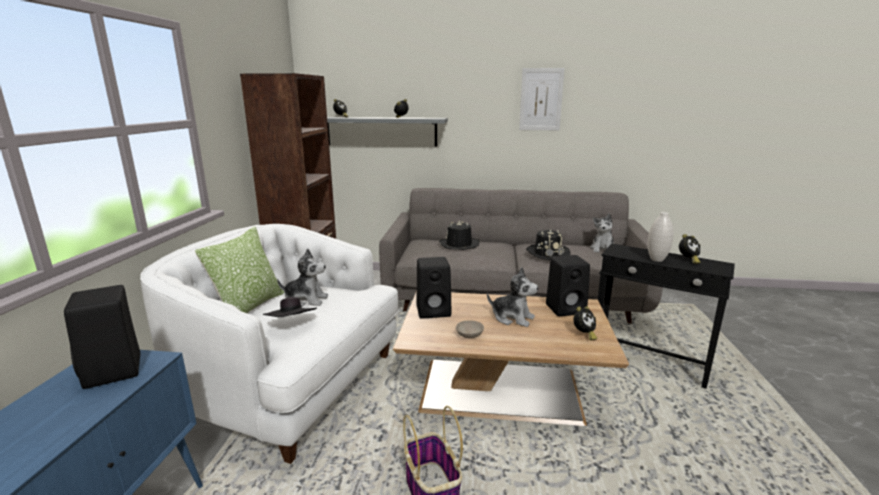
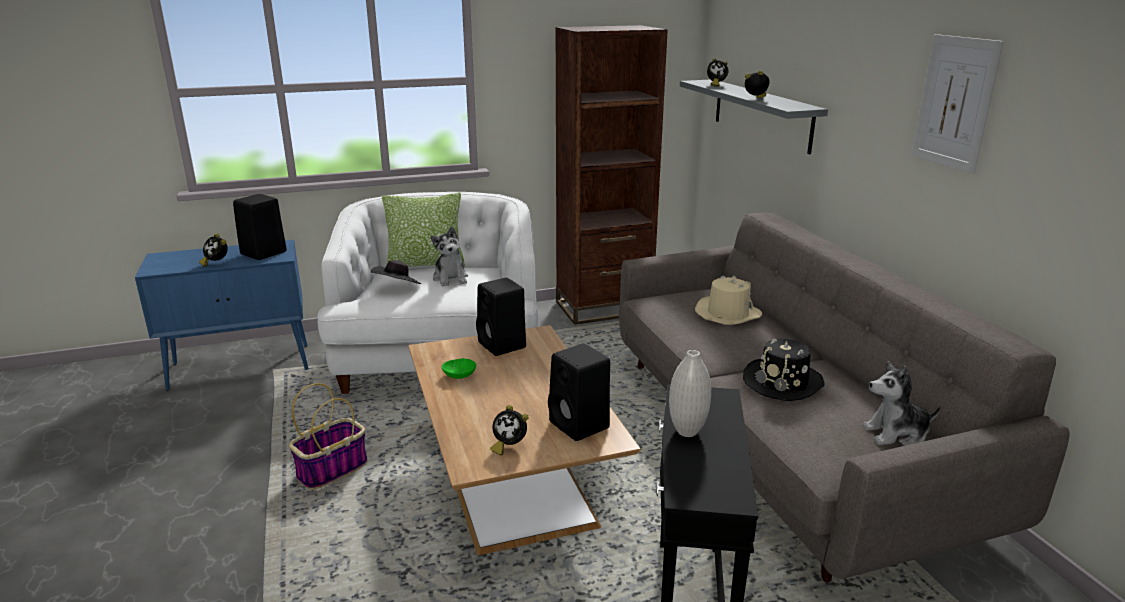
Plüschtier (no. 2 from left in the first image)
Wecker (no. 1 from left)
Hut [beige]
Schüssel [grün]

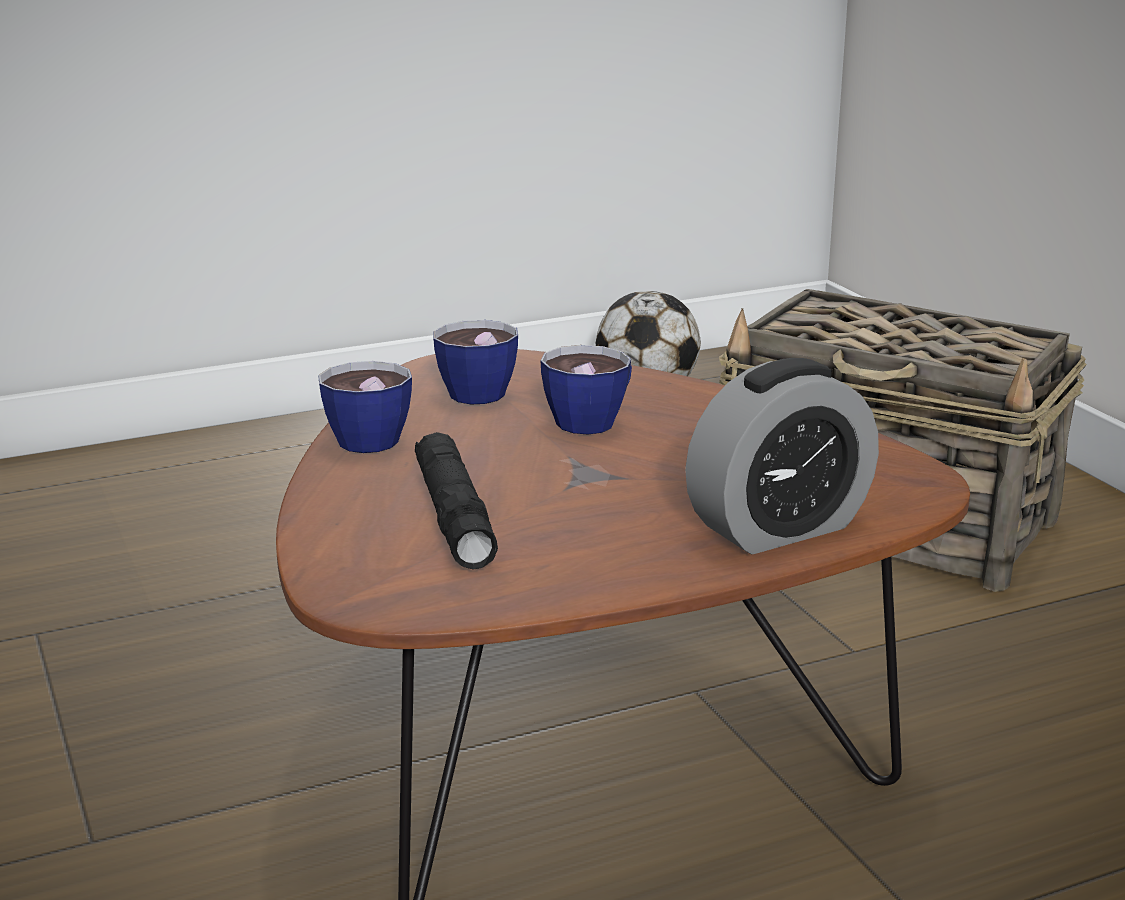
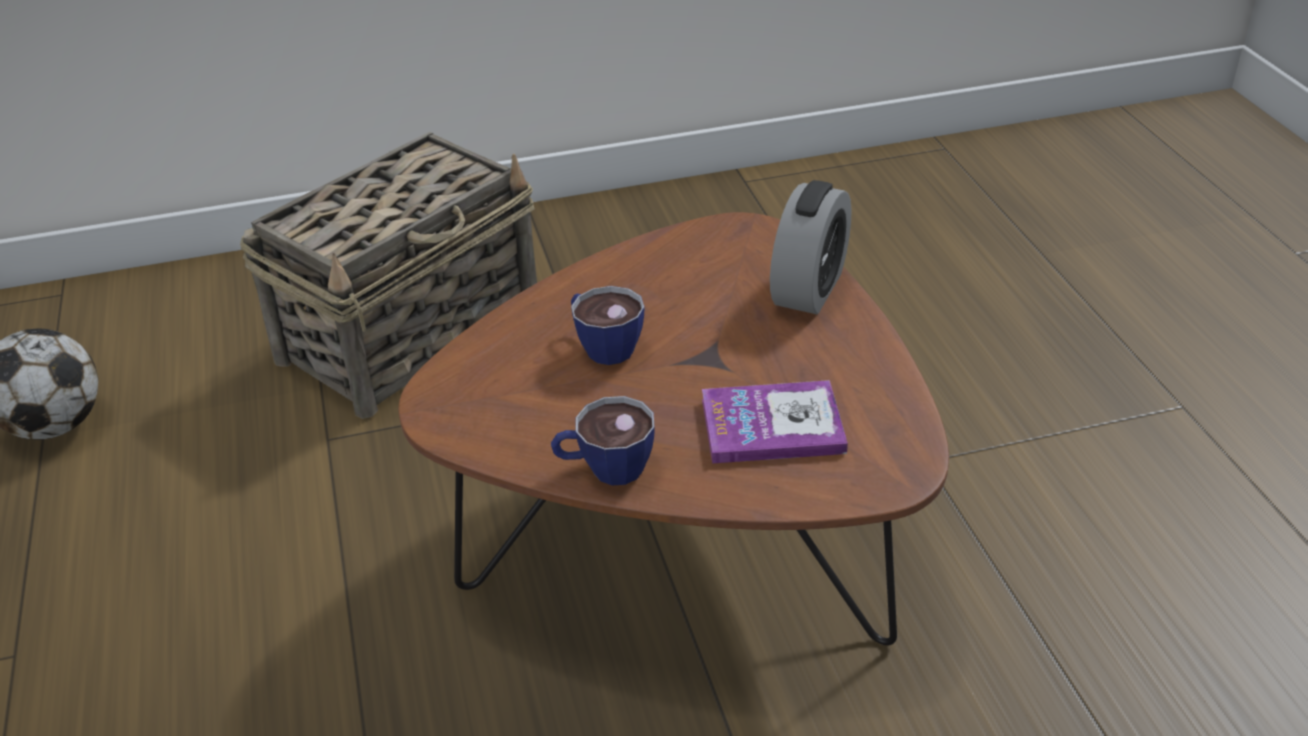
Tasse (no. 2 from left in the first image)
Buch
Wecker

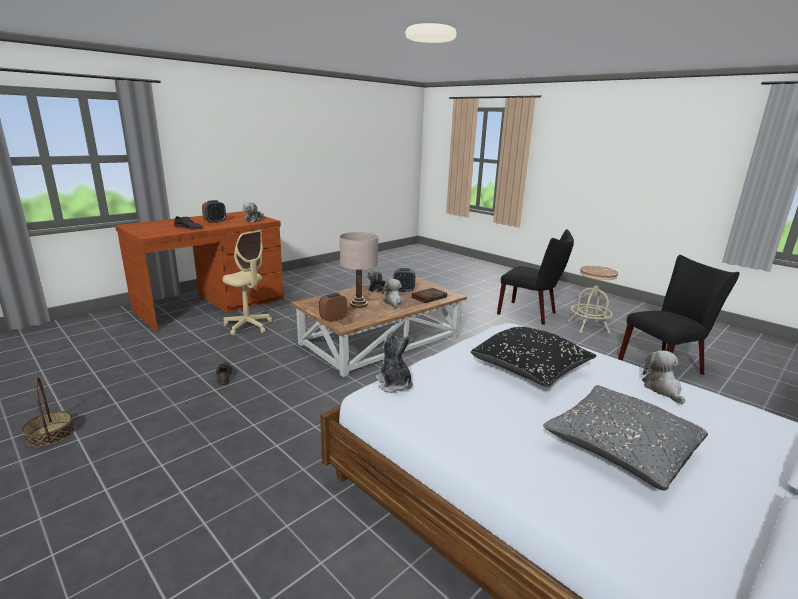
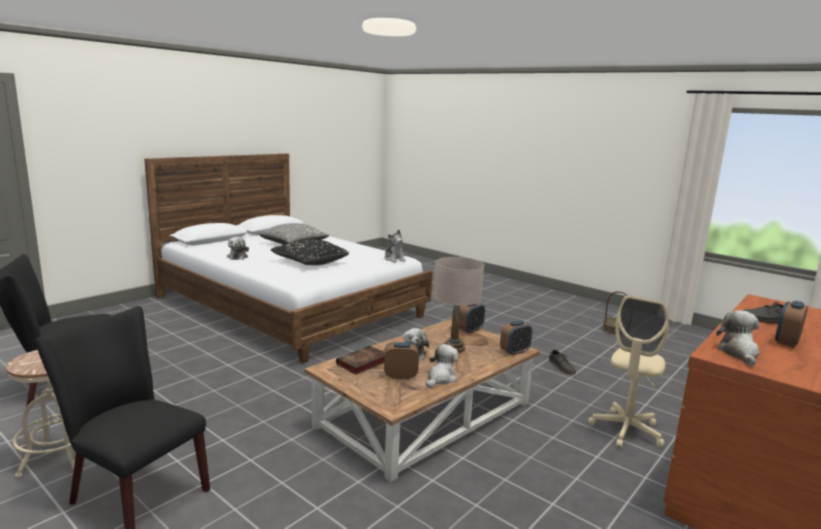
Wecker (no. 3 from left)
Bürostuhl [beige]

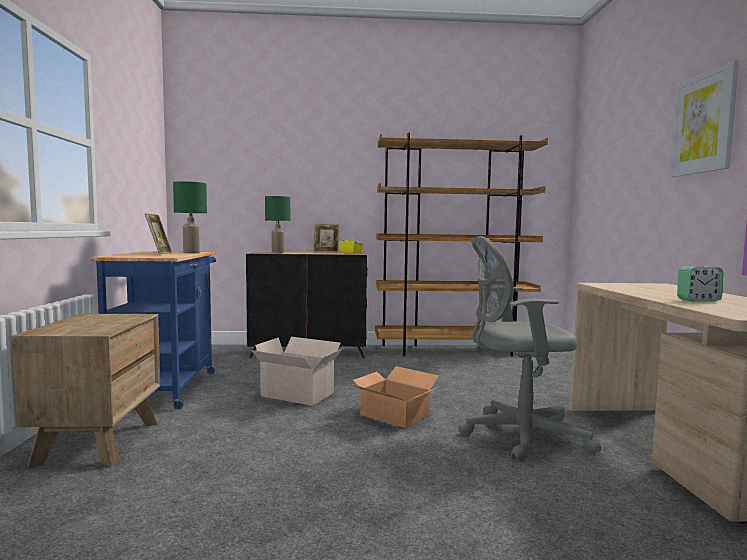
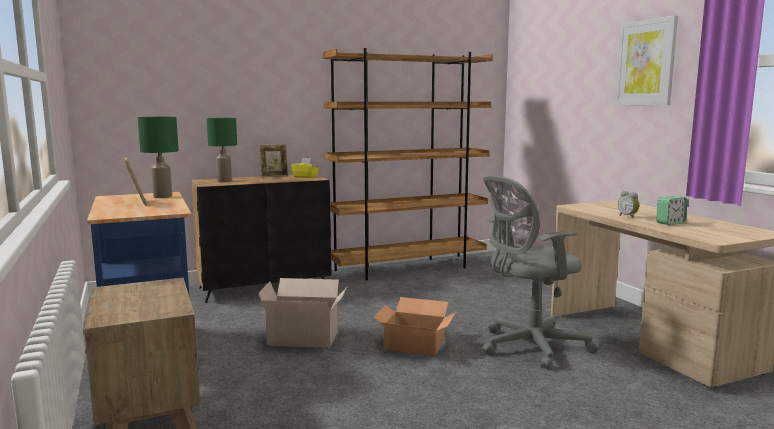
Wecker (no. 1 from left)

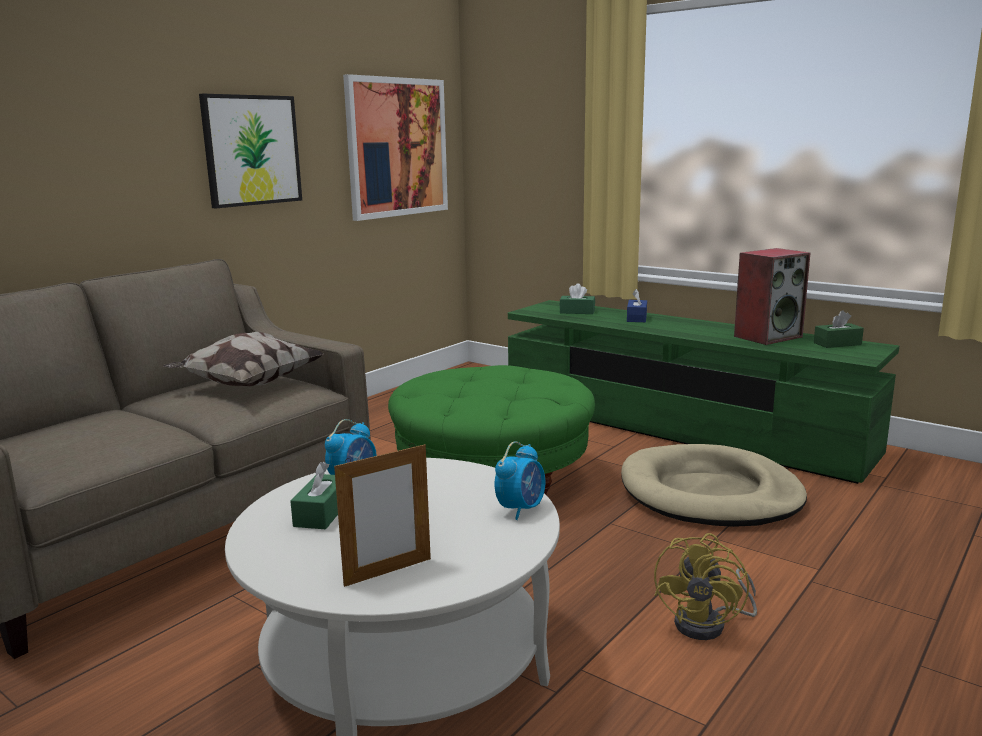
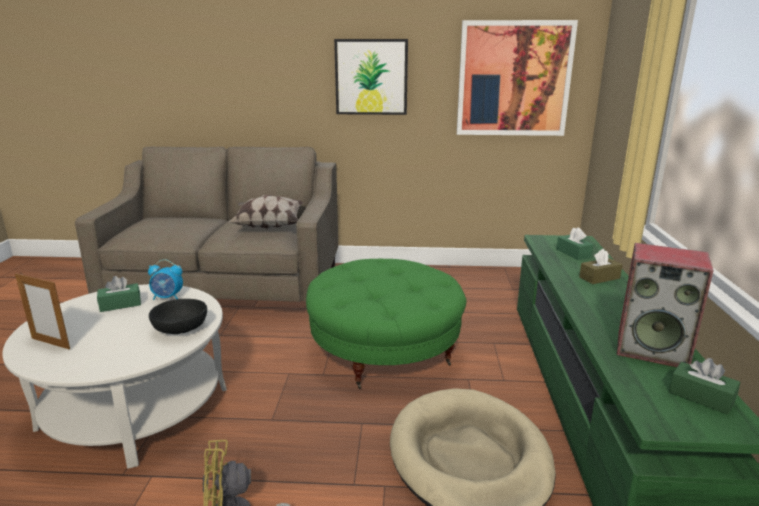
Wecker (no. 2 from left in the first image)
Schüssel [schwarz]
Taschentuchbox [braun]

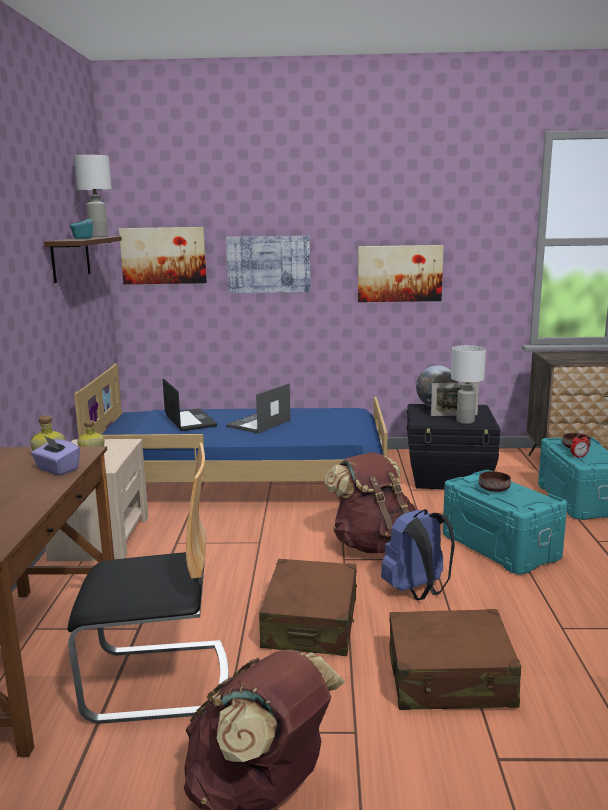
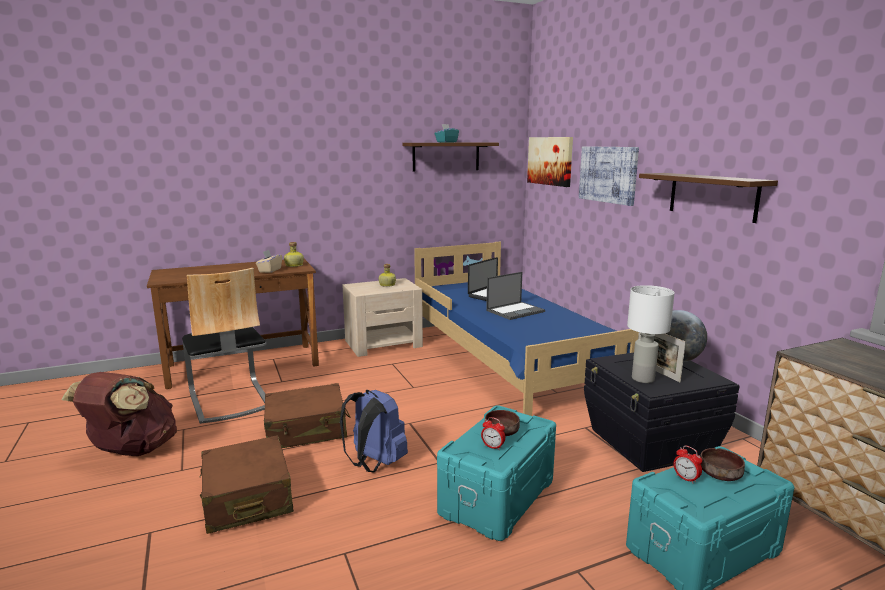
Tischlampe [weiß] (no. 1 from left in the first image)
Rucksack [braun] (no. 2 from left in the first image)
Wecker (no. 1 from left)
Wandregal [braun] (no. 2 from left)
Taschentuchbox [beige]
Laptop (no. 2 from left)

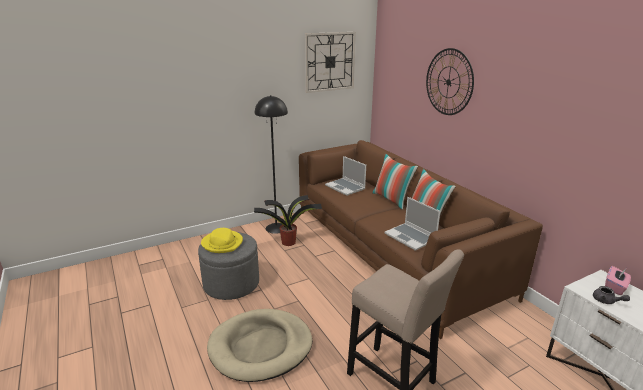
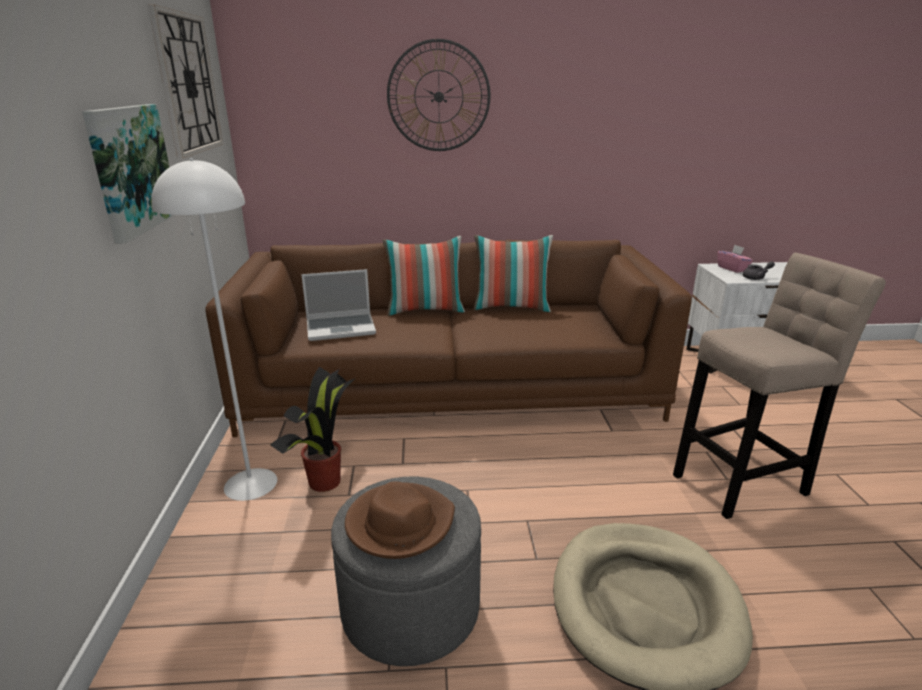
Laptop (no. 2 from left in the first image)
Bild
Hut [braun]
Stehlampe [weiß]

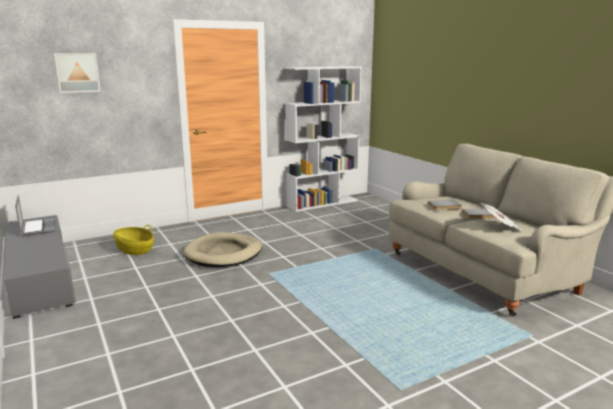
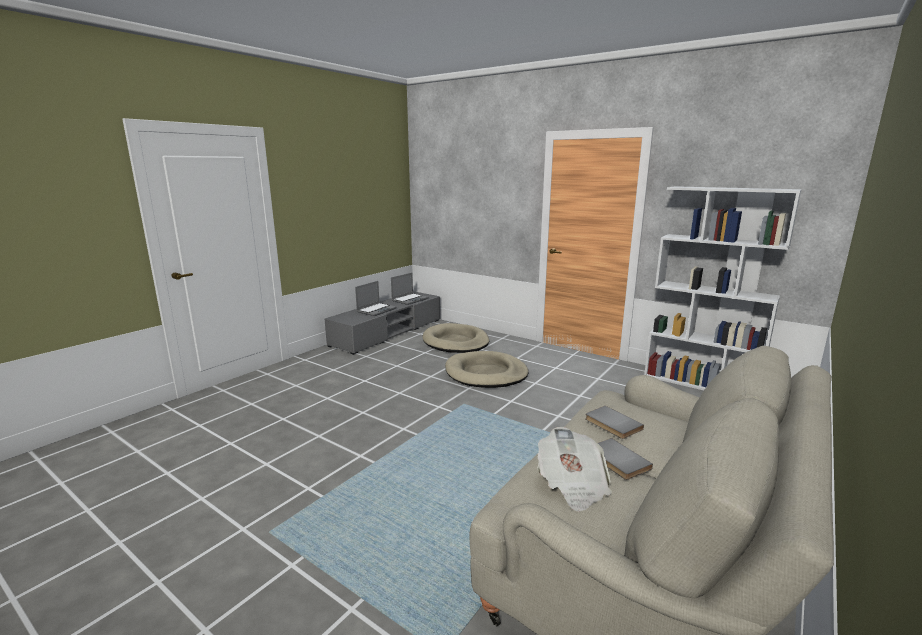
Bild
Laptop (no. 1 from left)
Hundebett [beige] (no. 1 from left)

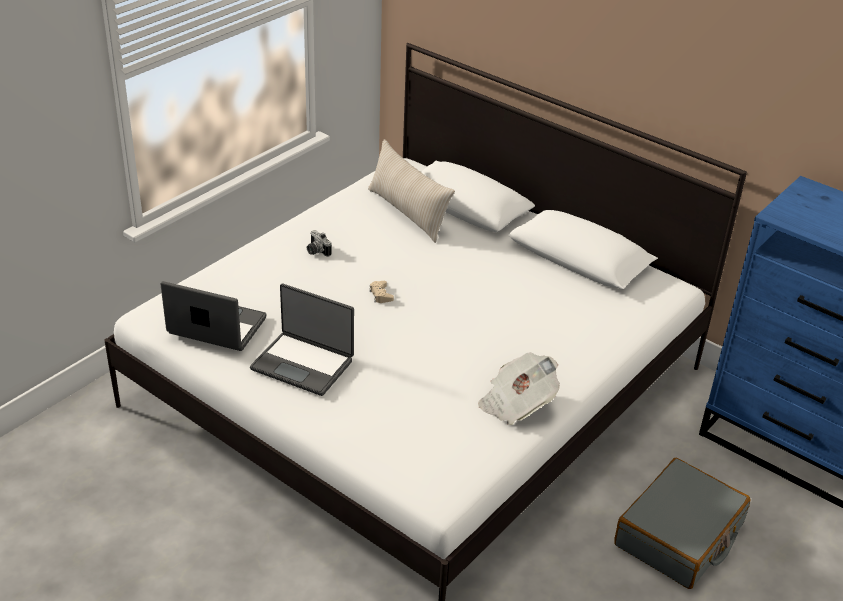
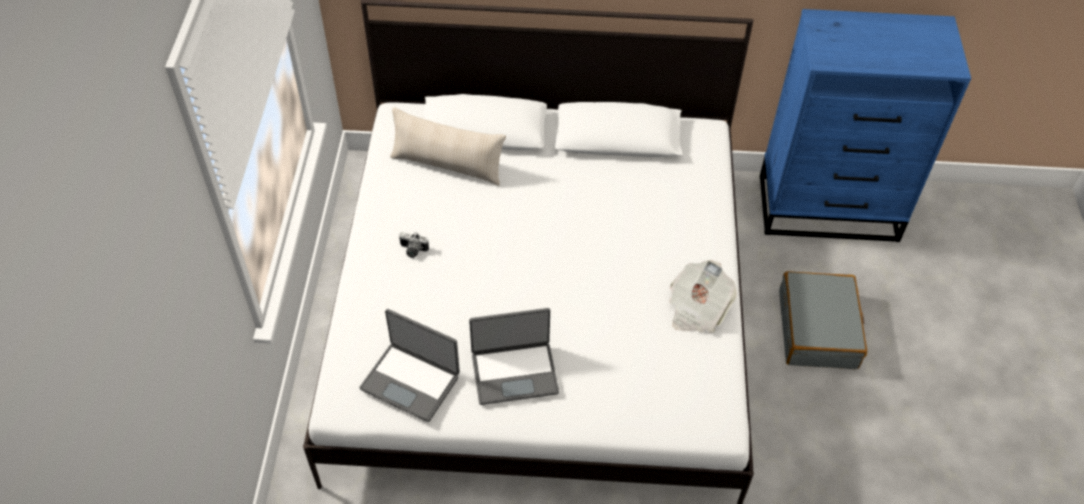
Gamepad [beige]
Laptop (no. 1 from left)

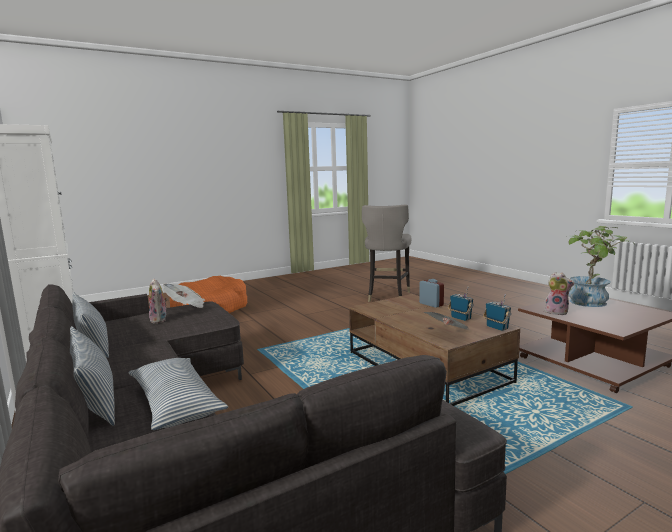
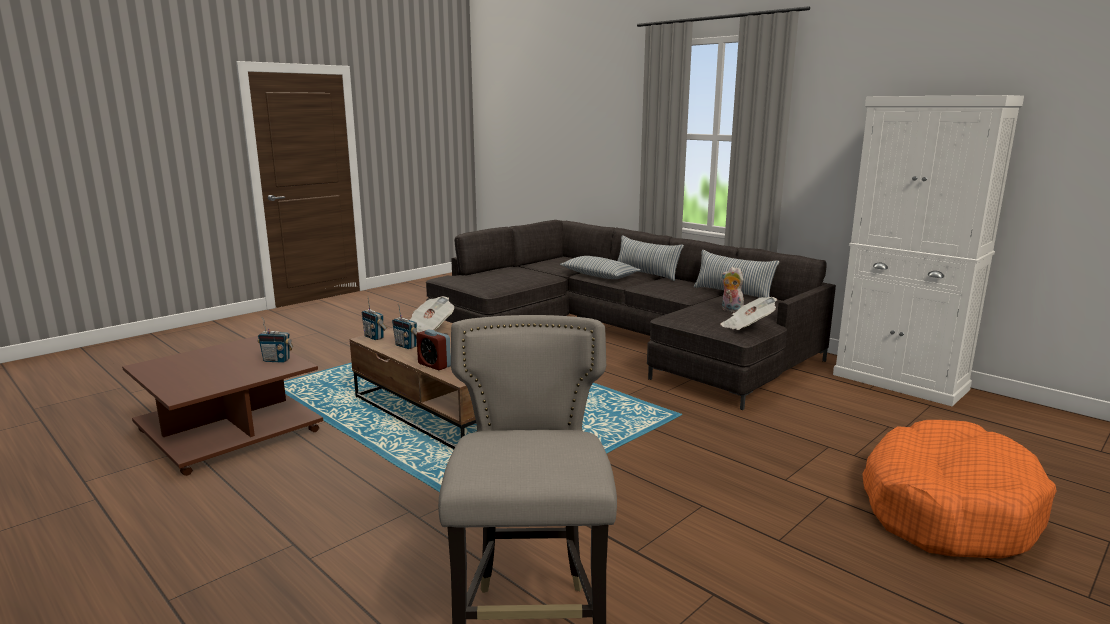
Topfpflanze
Radio (no. 1 from left)

